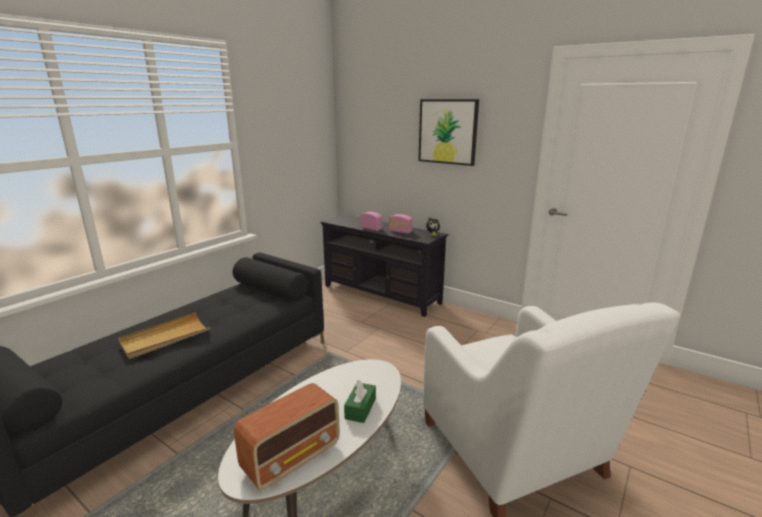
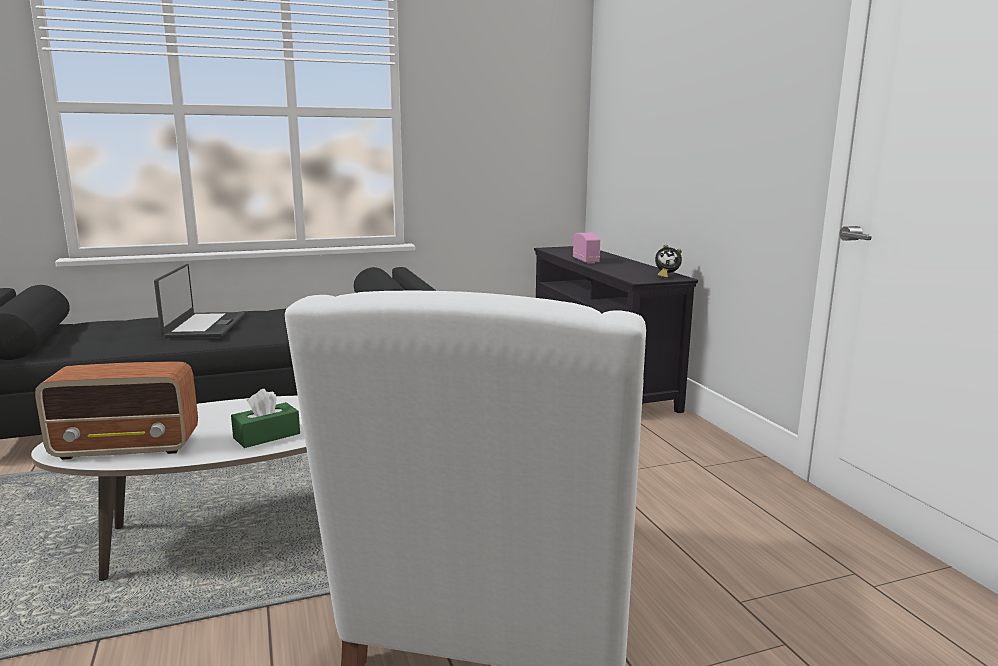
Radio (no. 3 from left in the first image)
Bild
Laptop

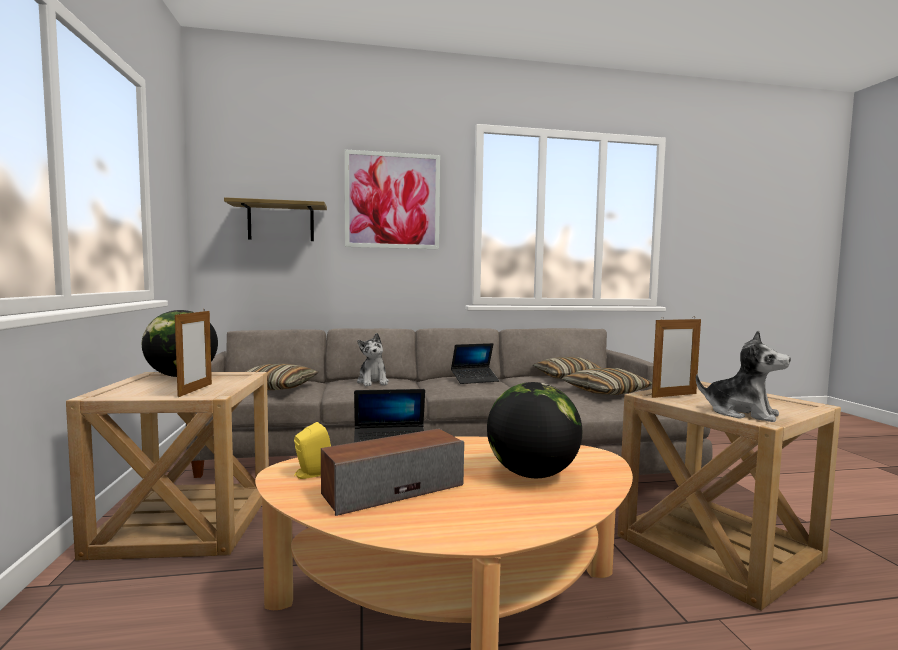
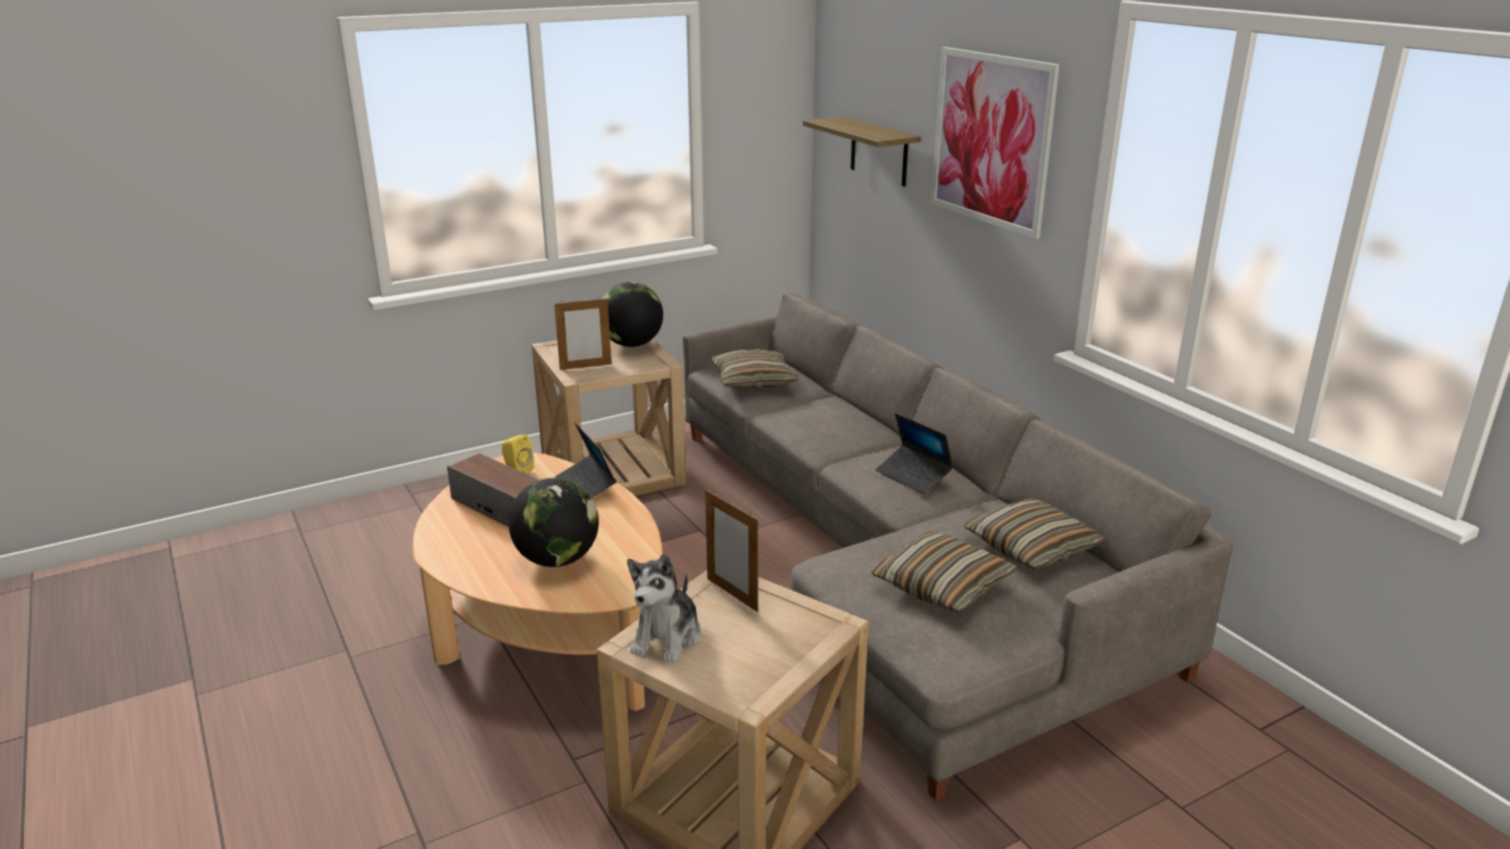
Plüschtier (no. 1 from left in the first image)

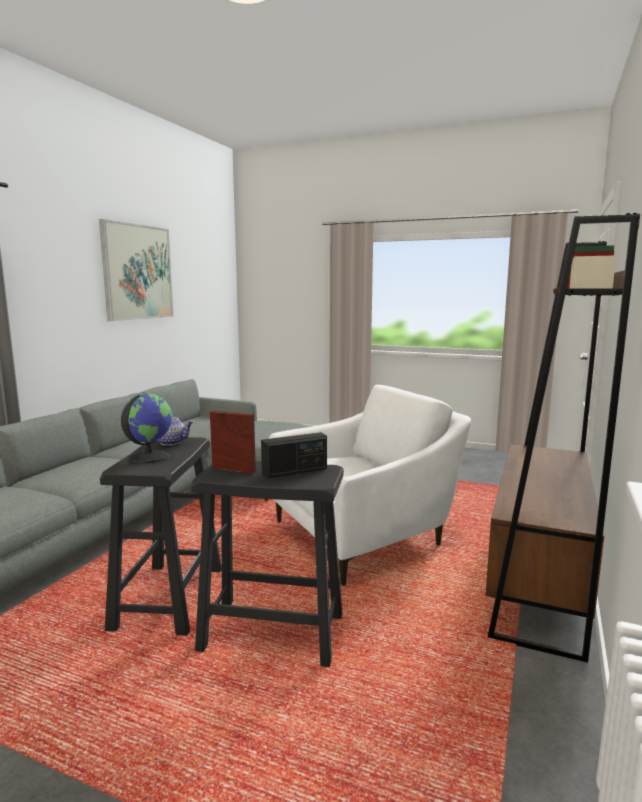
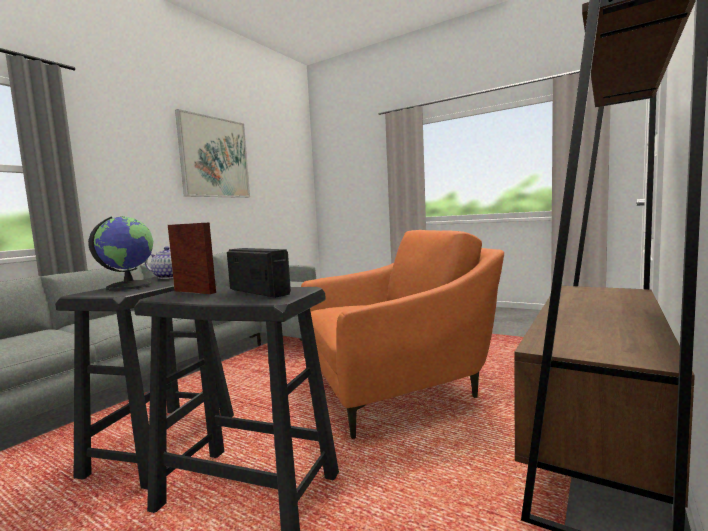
Sessel [orange]
Radio

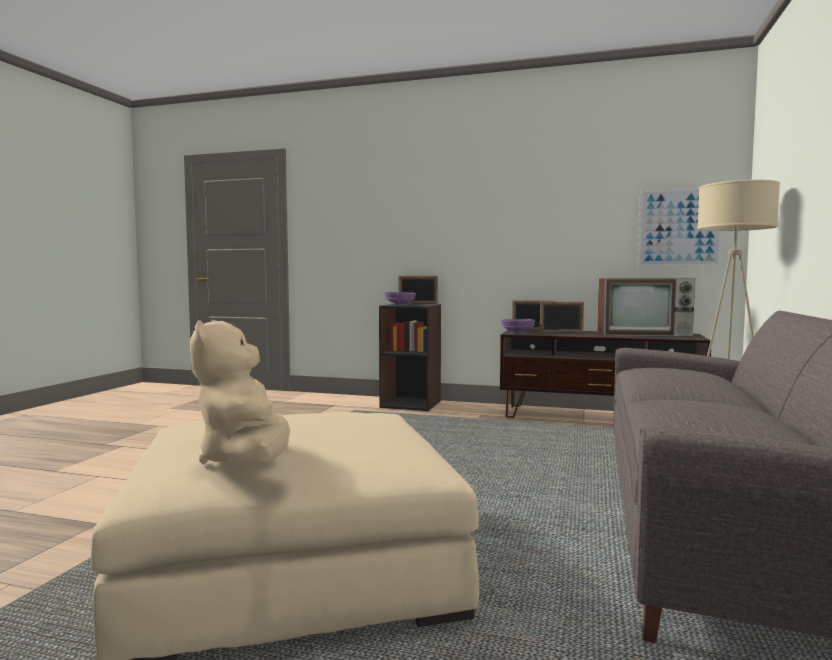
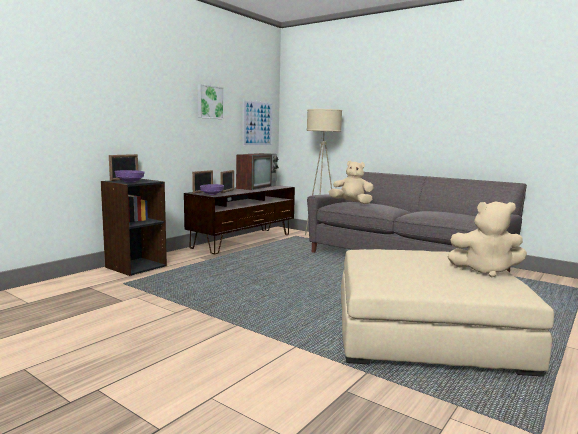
Bild (no. 1 from left)
Plüschtier [beige] (no. 1 from left)

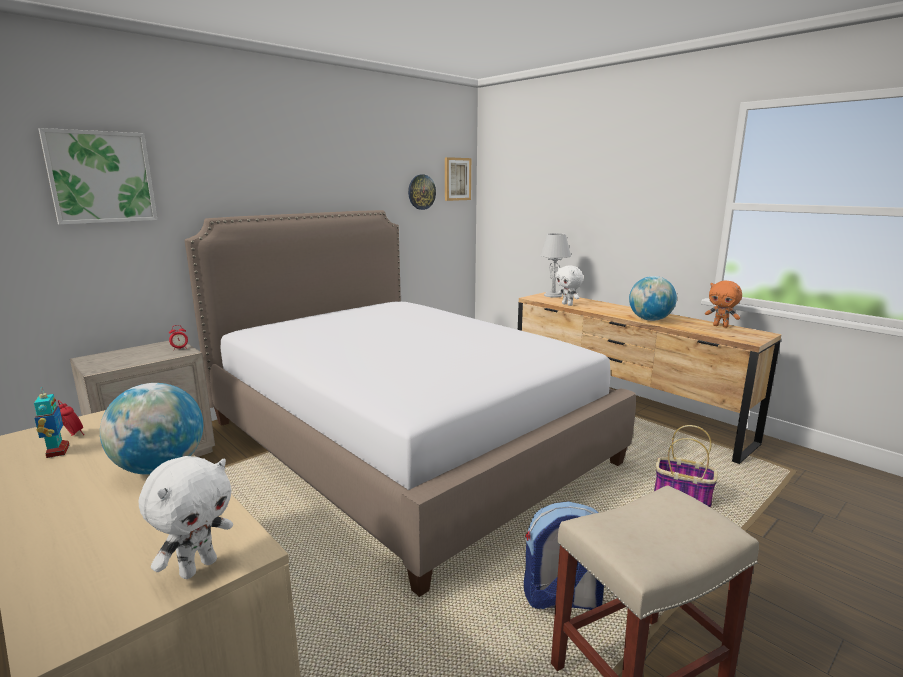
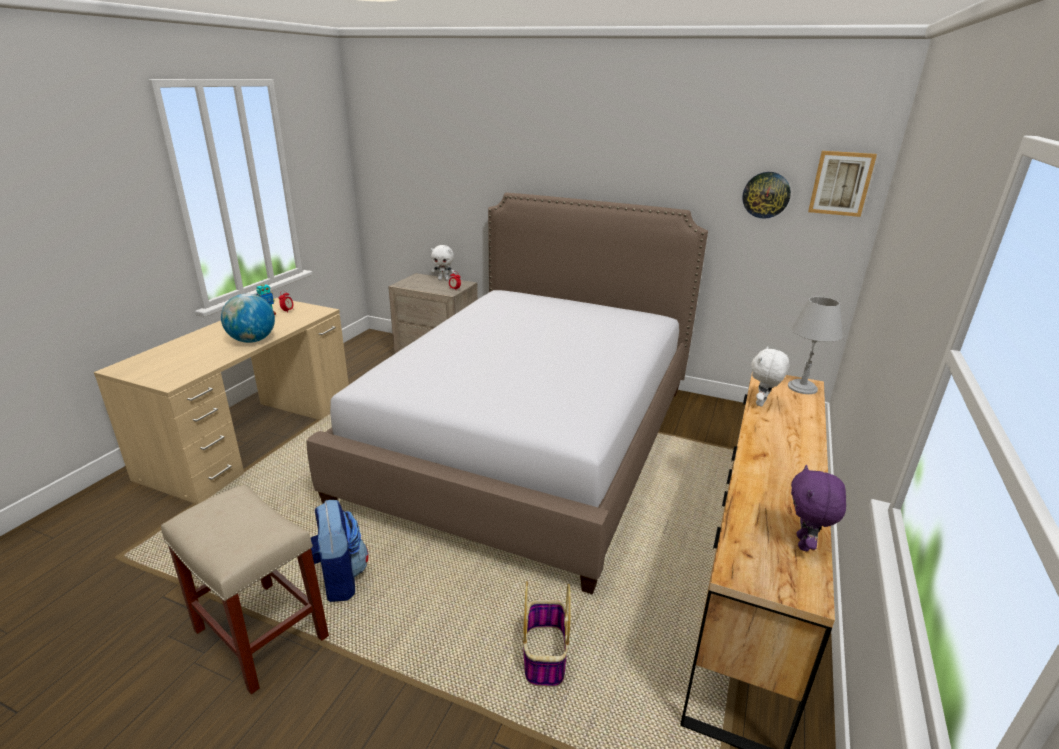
Bild (no. 1 from left in the first image)
Globus (no. 2 from left in the first image)
Plüschtier [weiß] (no. 1 from left)
Plüschtier [lila]

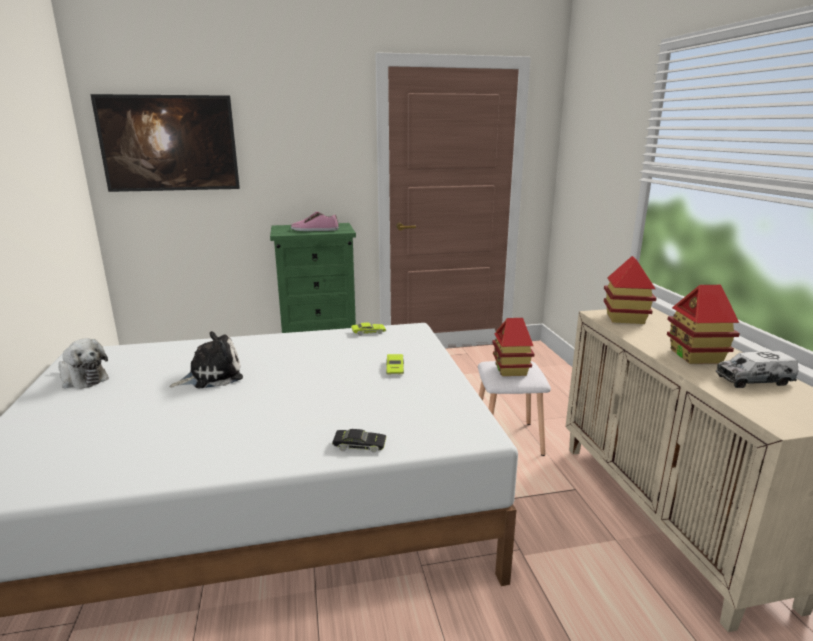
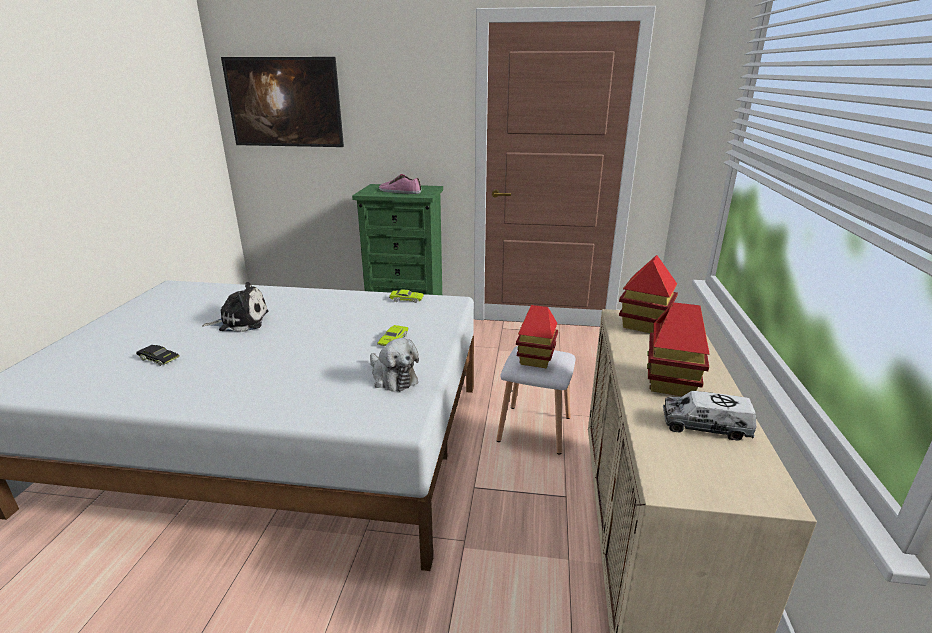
Plüschtier (no. 2 from left)
Spielzeugauto [schwarz]

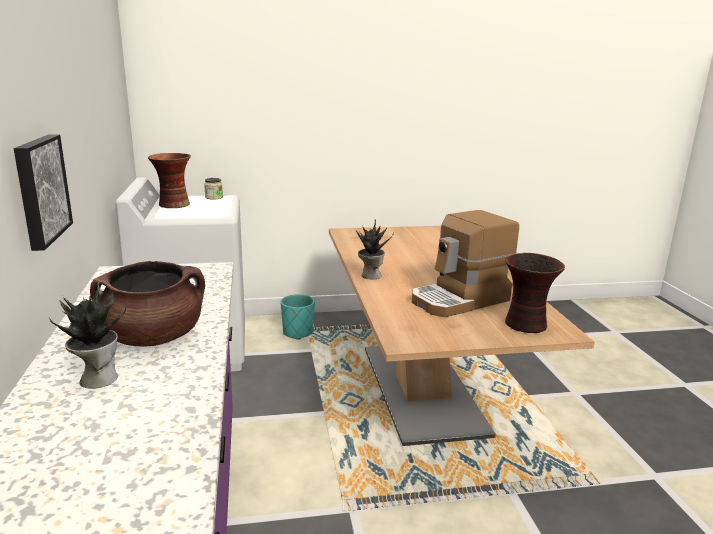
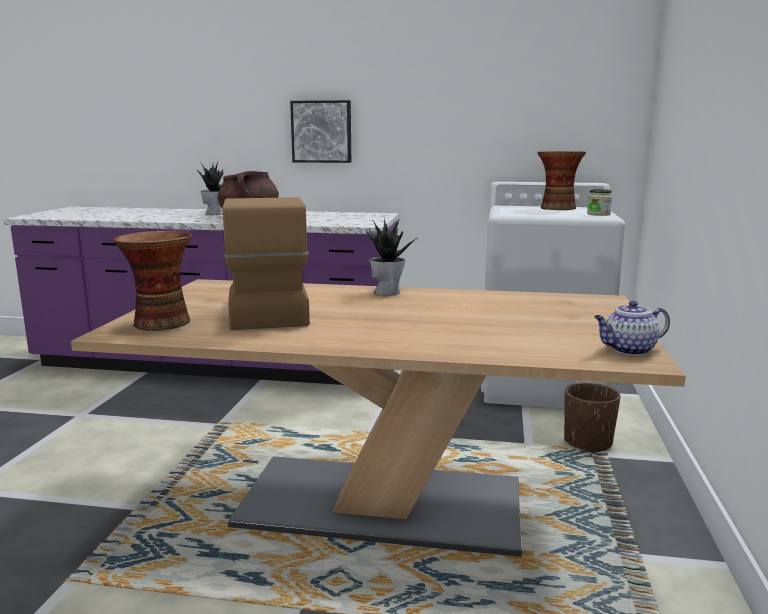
Teekanne
Pflanzkübel [braun]

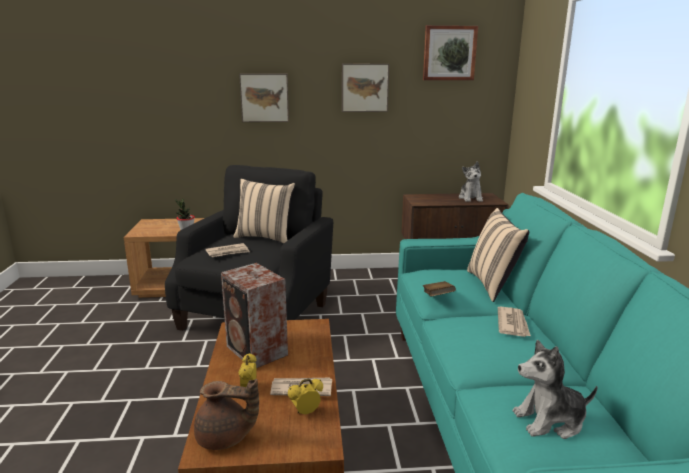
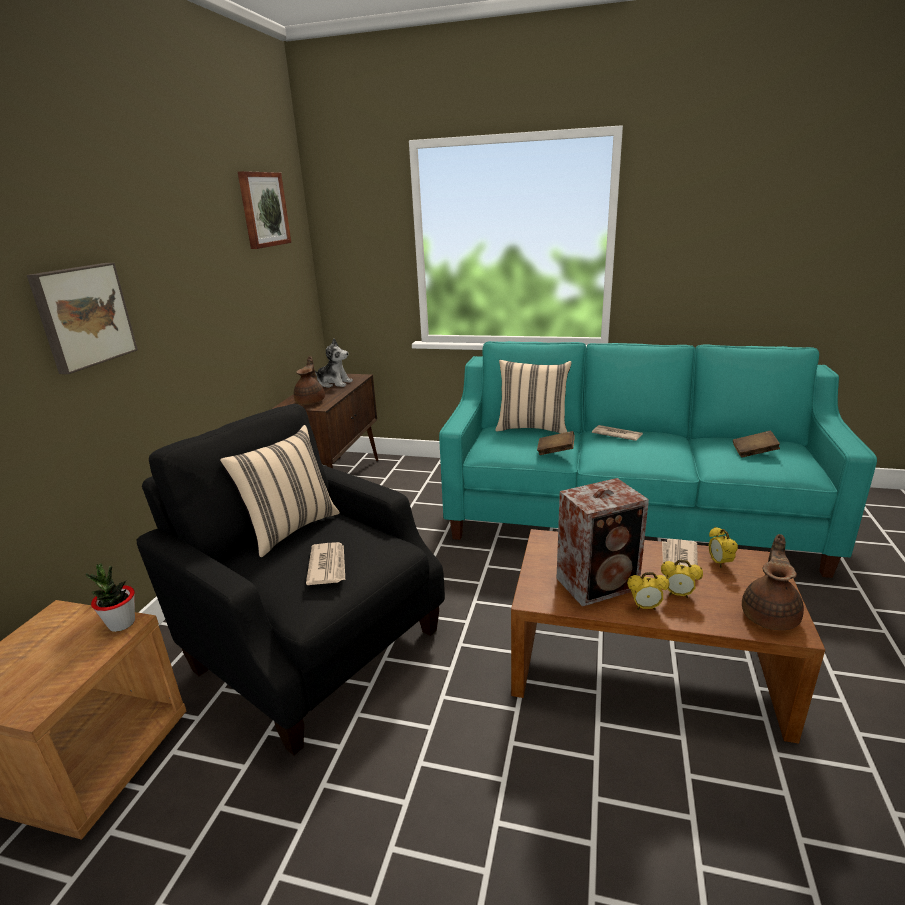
Bild (no. 2 from left in the first image)
Teekanne [braun] (no. 1 from left)
Wecker (no. 1 from left)
Buch [braun] (no. 2 from left)

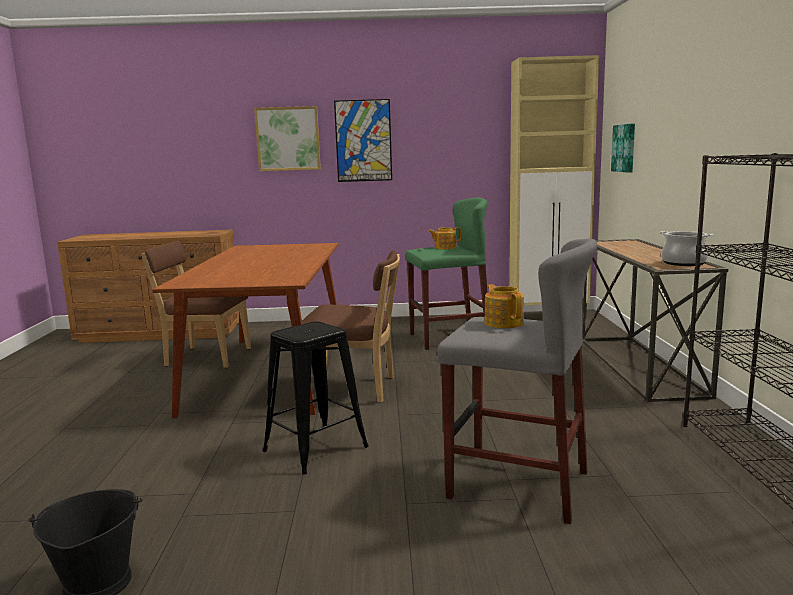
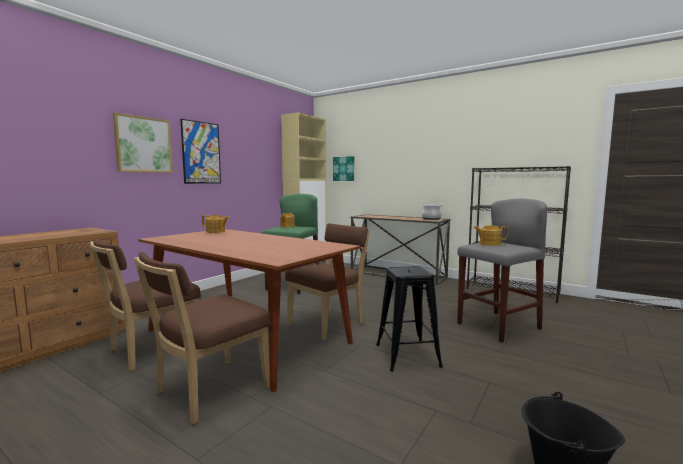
Stuhl [braun] (no. 2 from left)
Teekanne (no. 1 from left)

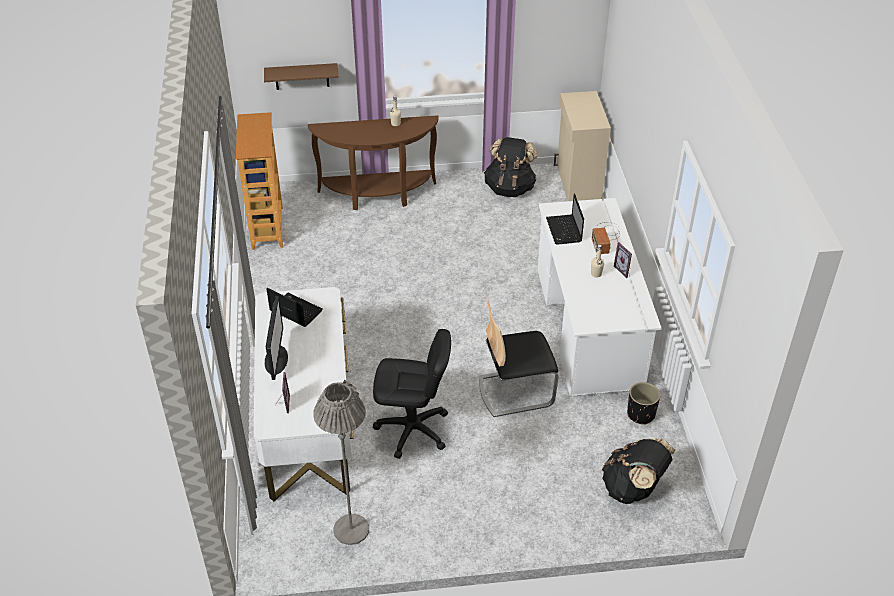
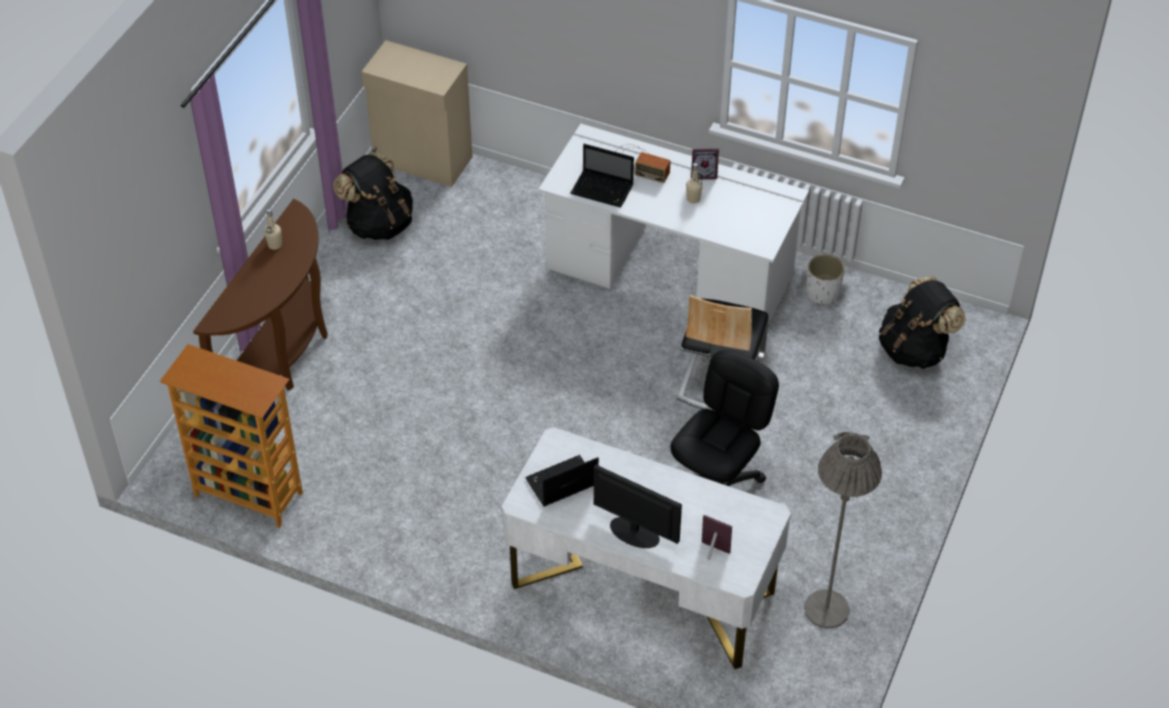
Wandregal [braun]
Pflanzkübel [weiß]

